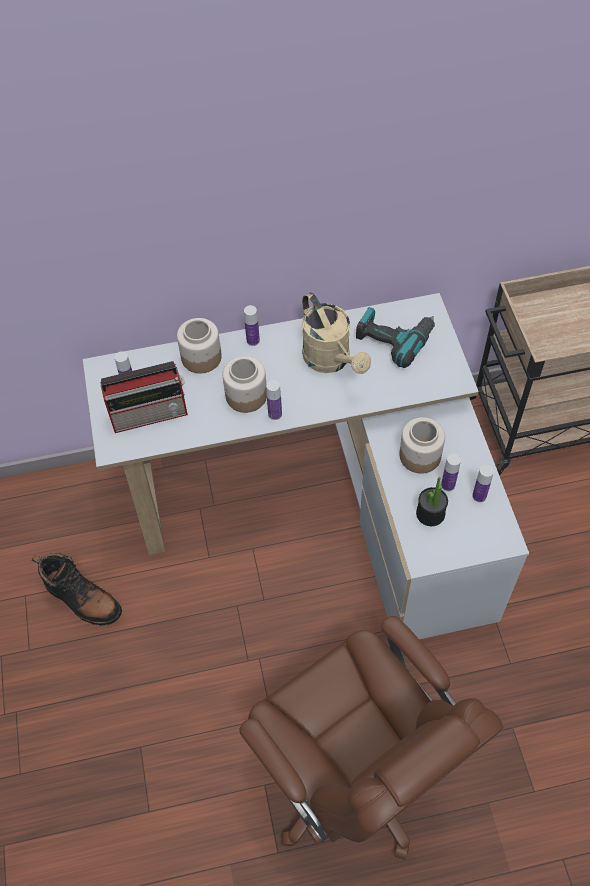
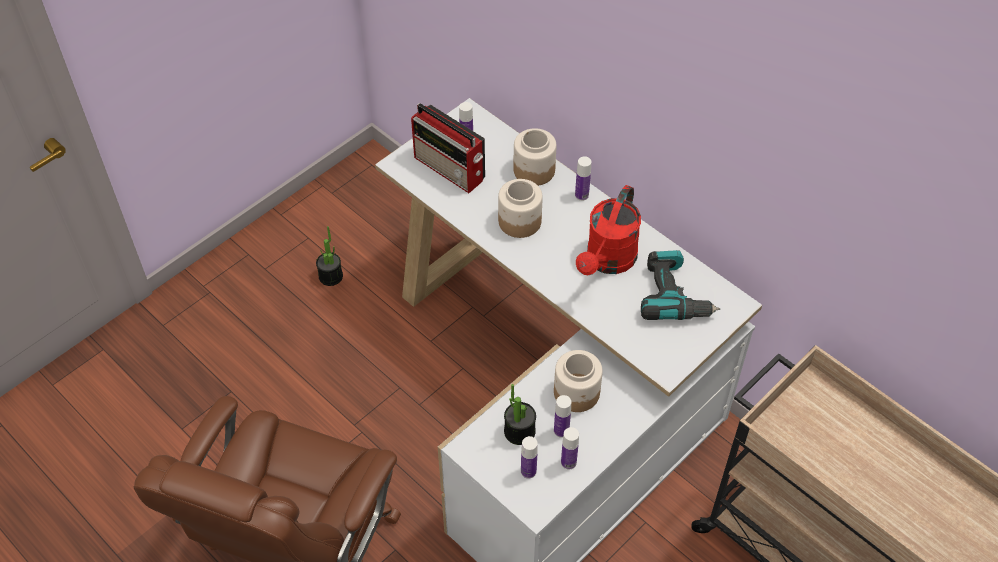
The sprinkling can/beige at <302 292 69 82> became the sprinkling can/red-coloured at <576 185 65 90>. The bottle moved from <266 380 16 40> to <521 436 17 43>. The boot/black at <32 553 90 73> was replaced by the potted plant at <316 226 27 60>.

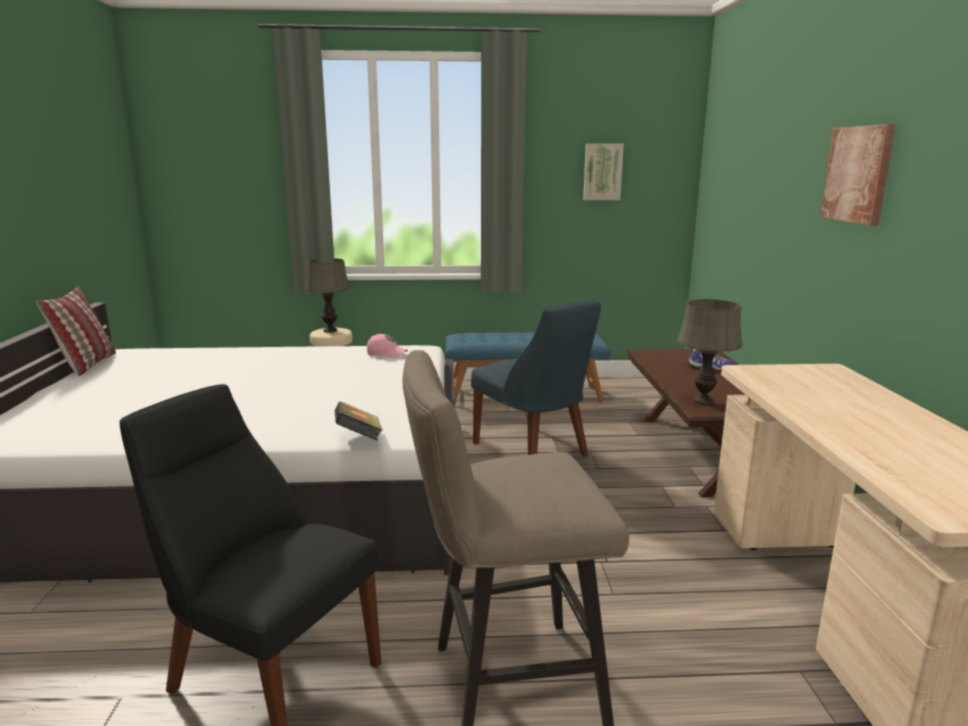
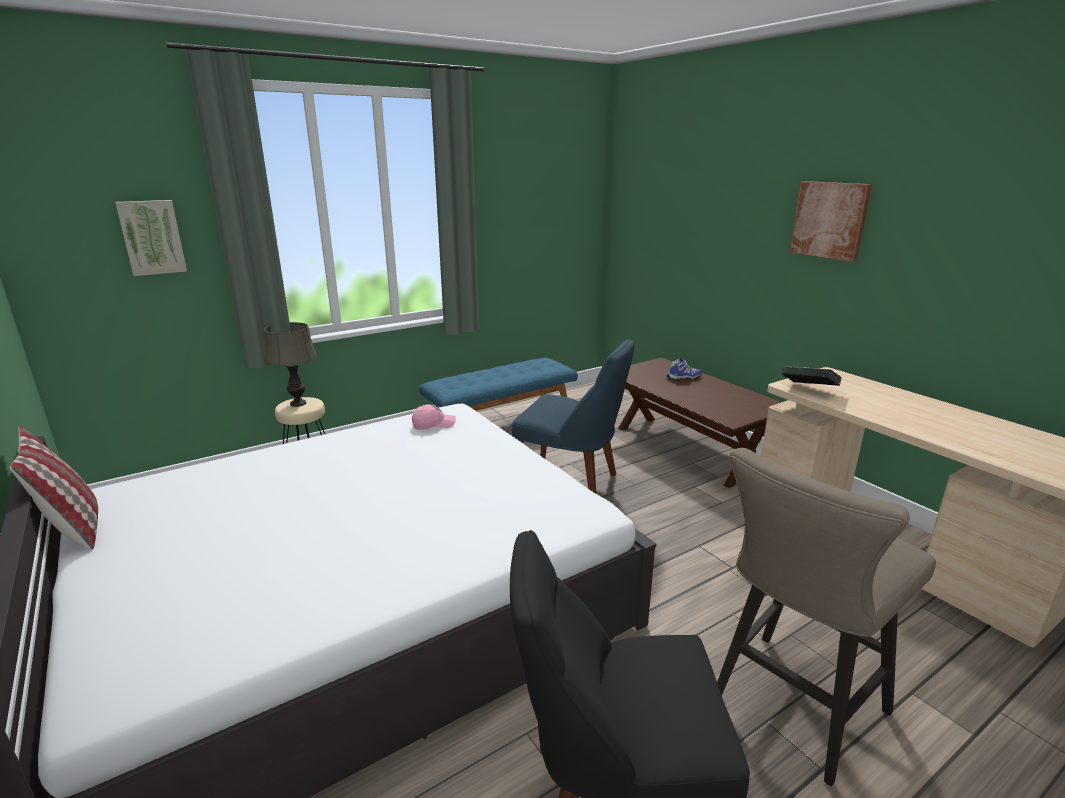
The wall art moved from <583 143 41 57> to <115 200 72 76>. The table lamp/grey at <677 299 66 106> disappeared. The book moved from <335 402 48 38> to <781 366 61 20>.

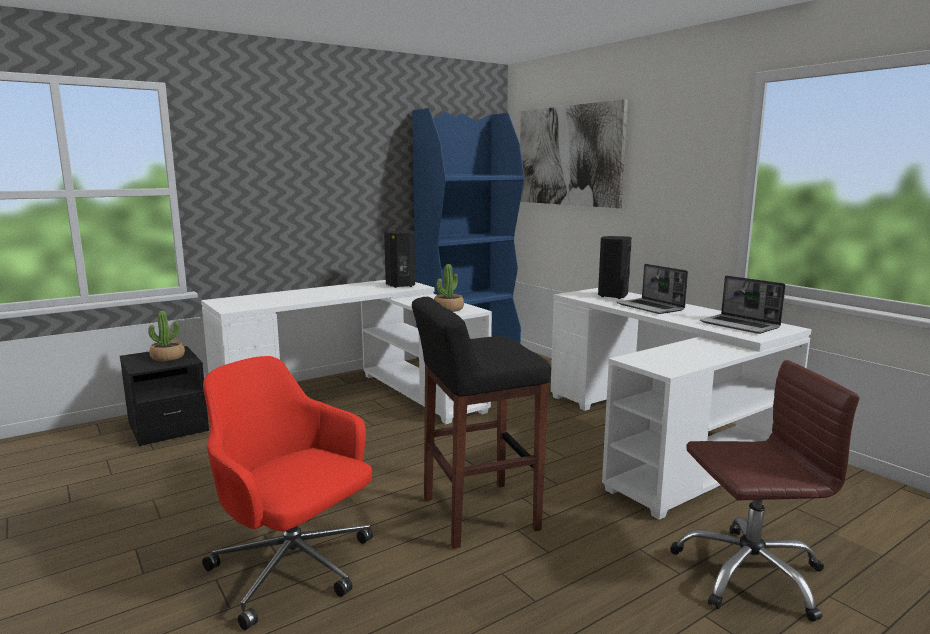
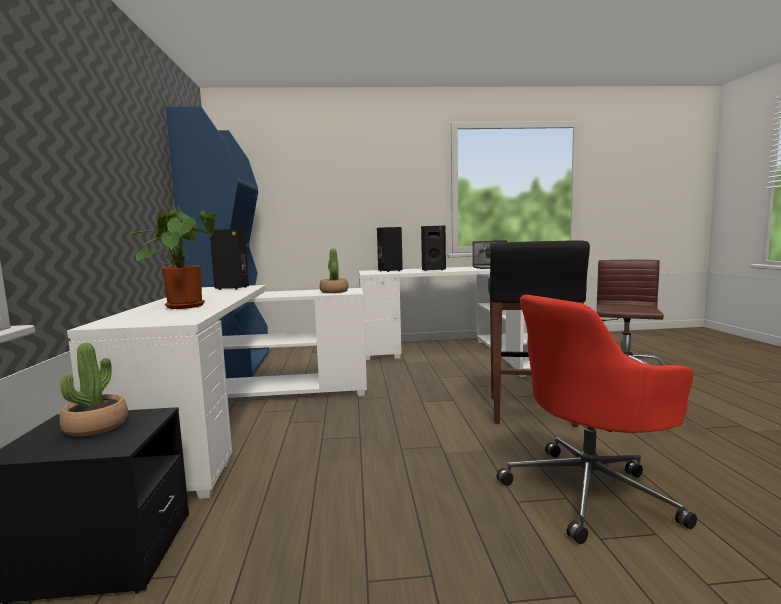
The wall art at <520 99 108 109> disappeared. The notebook computer at <616 264 72 50> was replaced by the audio speaker/black at <421 226 25 45>. The potted plant at <128 206 88 103> appeared.

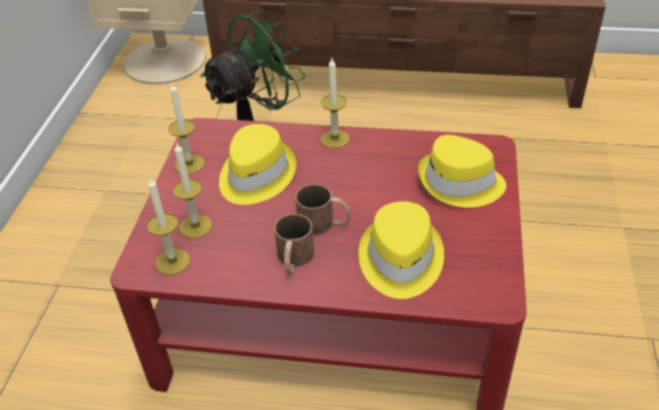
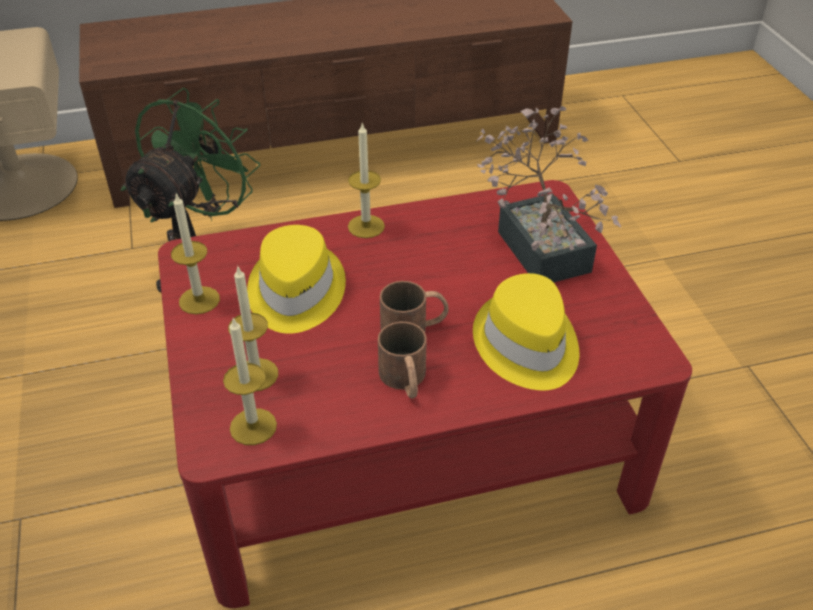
The wearable hat/yellow at <418 135 88 73> was replaced by the potted plant at <477 106 144 176>.

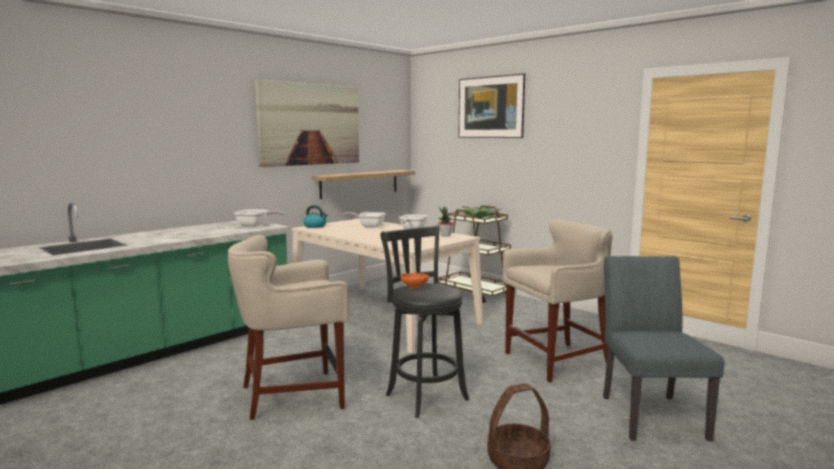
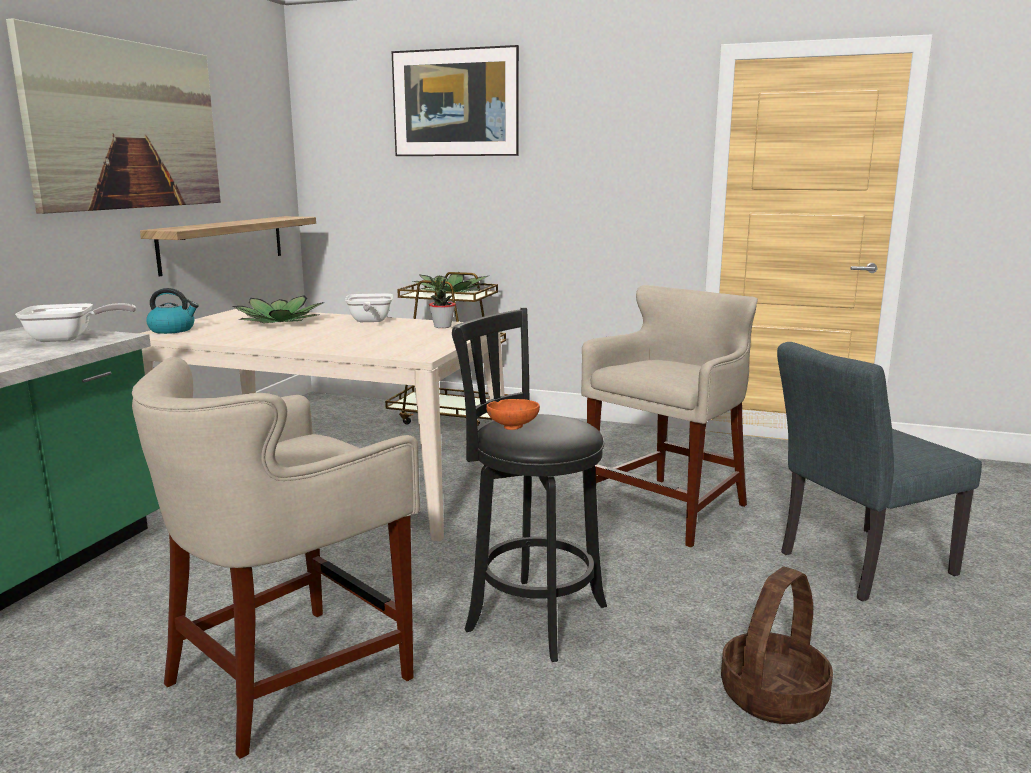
The frying pan at <342 212 44 16> was replaced by the potted plant at <233 295 92 28>. The upright chair/grey at <603 256 121 185> turned 90 degrees counterclockwise.

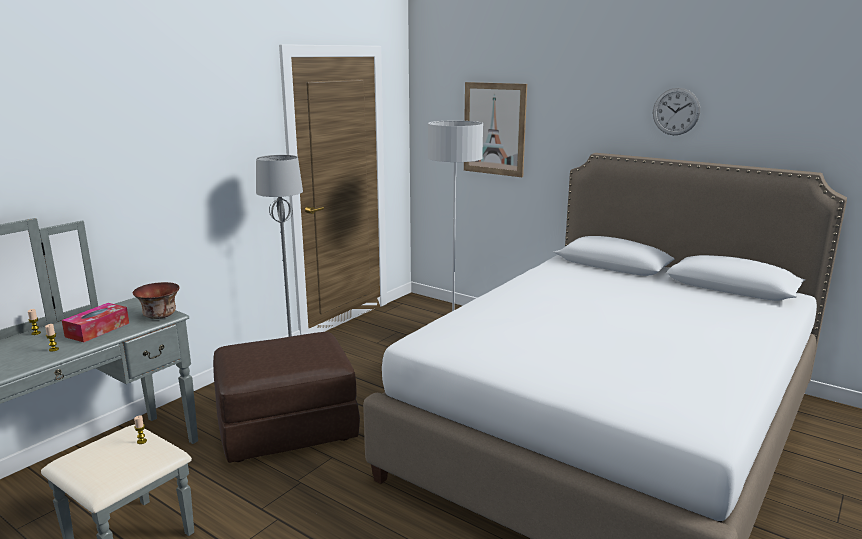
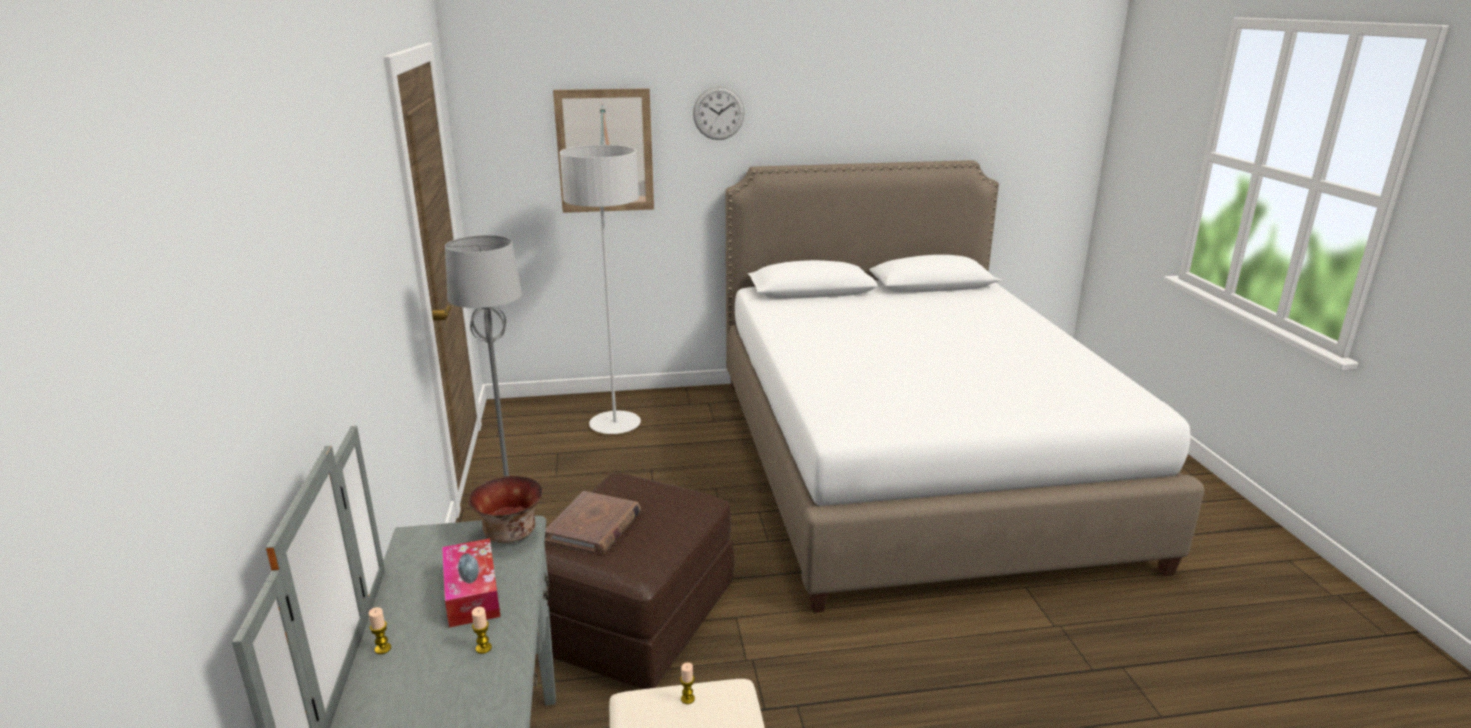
The wall clock moved from <653 88 47 47> to <693 86 52 54>. The book/brown-coloured at <545 491 96 64> appeared.

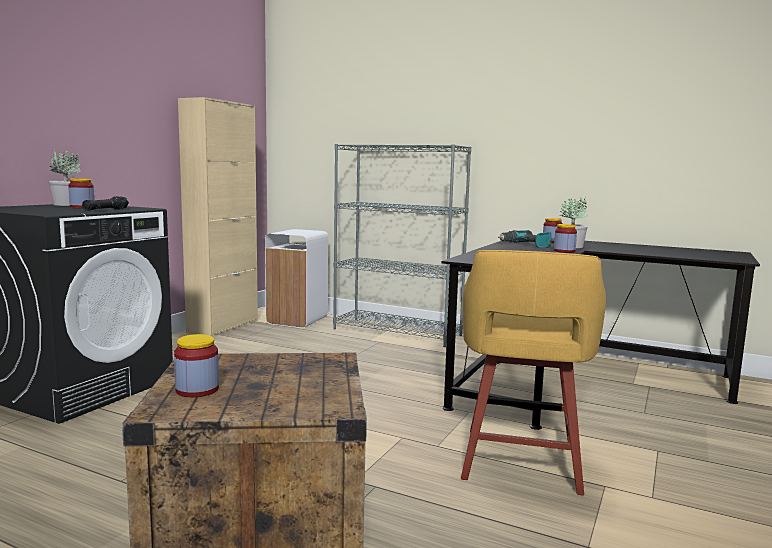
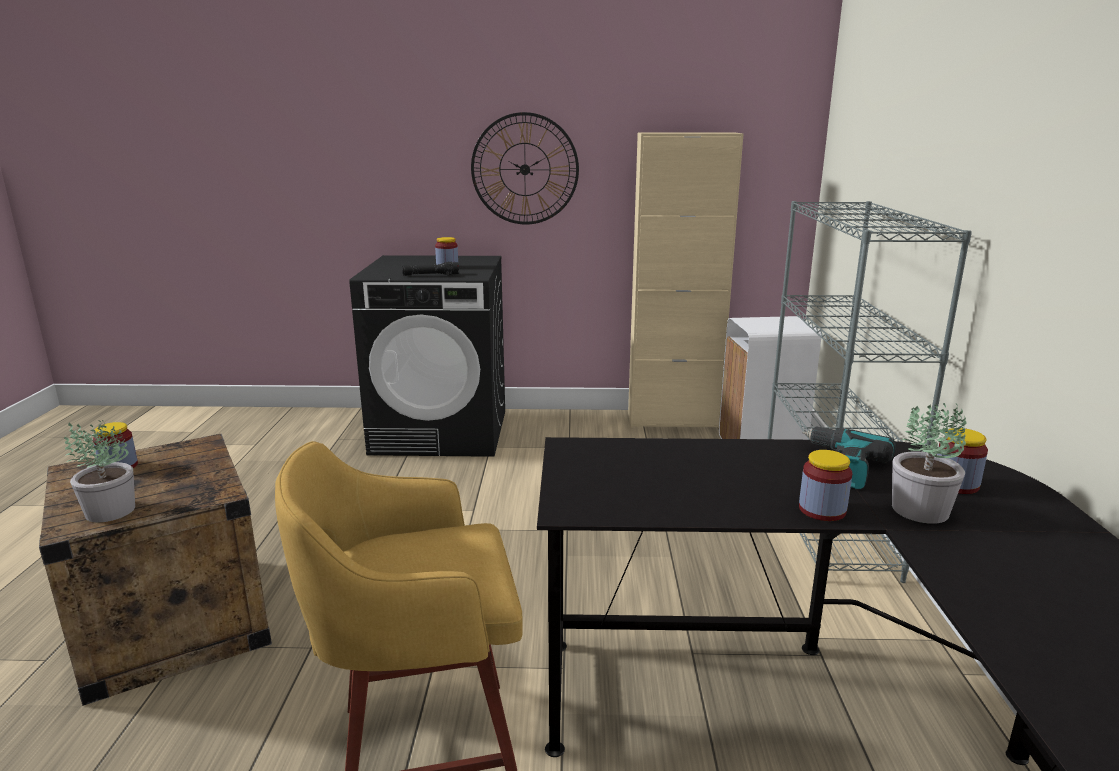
The potted plant moved from <49 150 31 56> to <64 420 71 102>. The wall clock at <471 112 108 113> appeared.

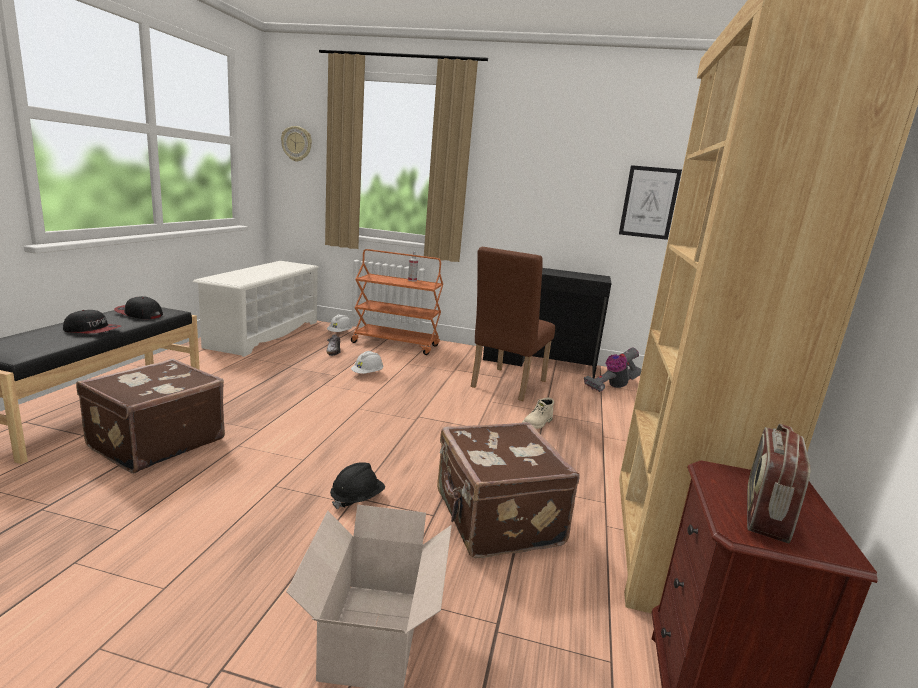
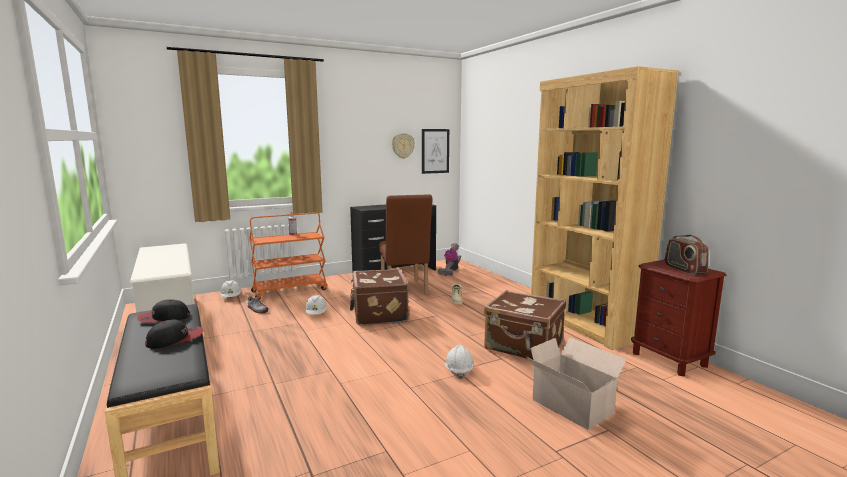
The wall clock moved from <281 126 31 36> to <392 133 23 26>. The suitcase/brown-coloured moved from <76 359 149 114> to <350 269 59 57>. The hard hat/black at <330 462 55 47> became the hard hat/white at <445 345 29 34>.

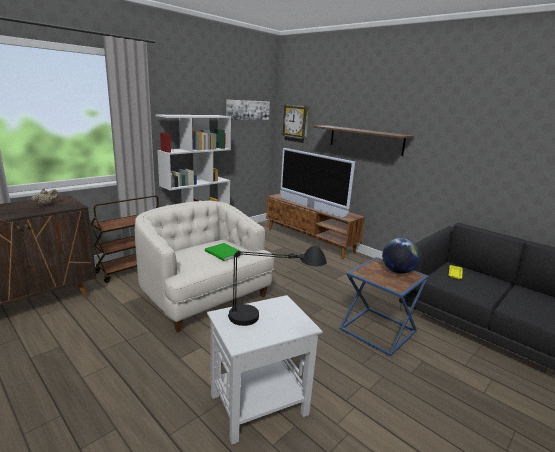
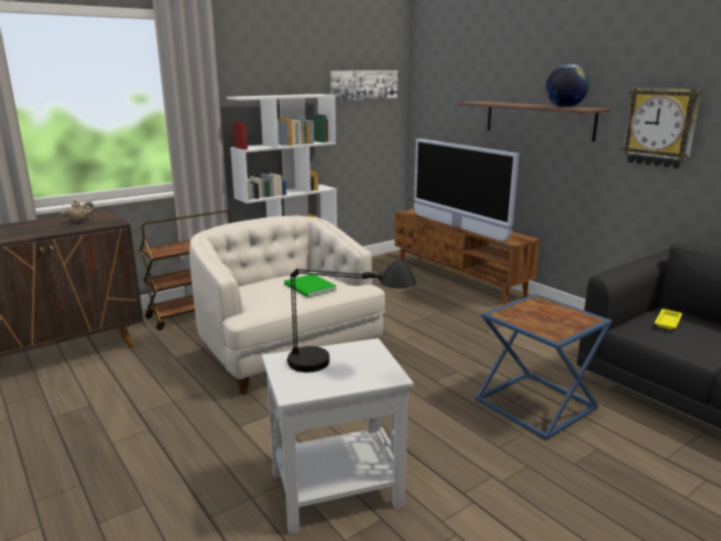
The wall clock moved from <282 104 27 39> to <621 88 81 81>. The globe moved from <382 238 38 36> to <546 64 44 43>.

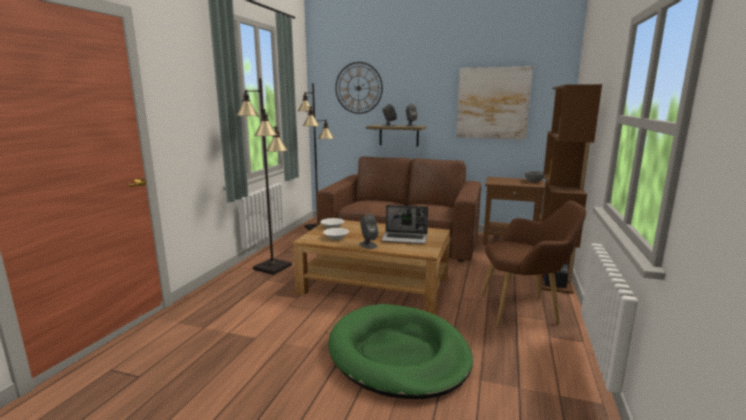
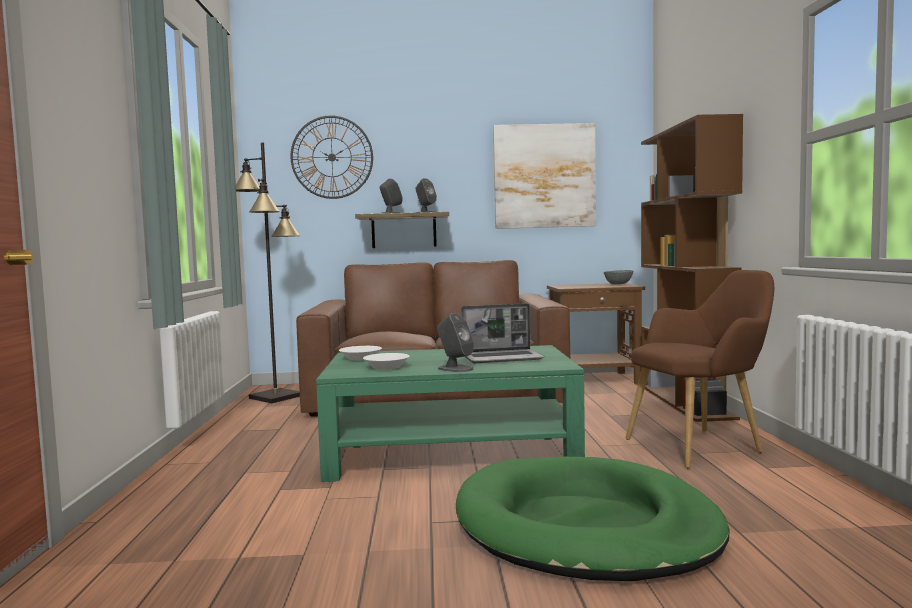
The standing lamp/black at <236 78 56 197> disappeared. The coffee table/brown-coloured at <293 220 157 95> became the coffee table/green at <316 345 269 137>.

